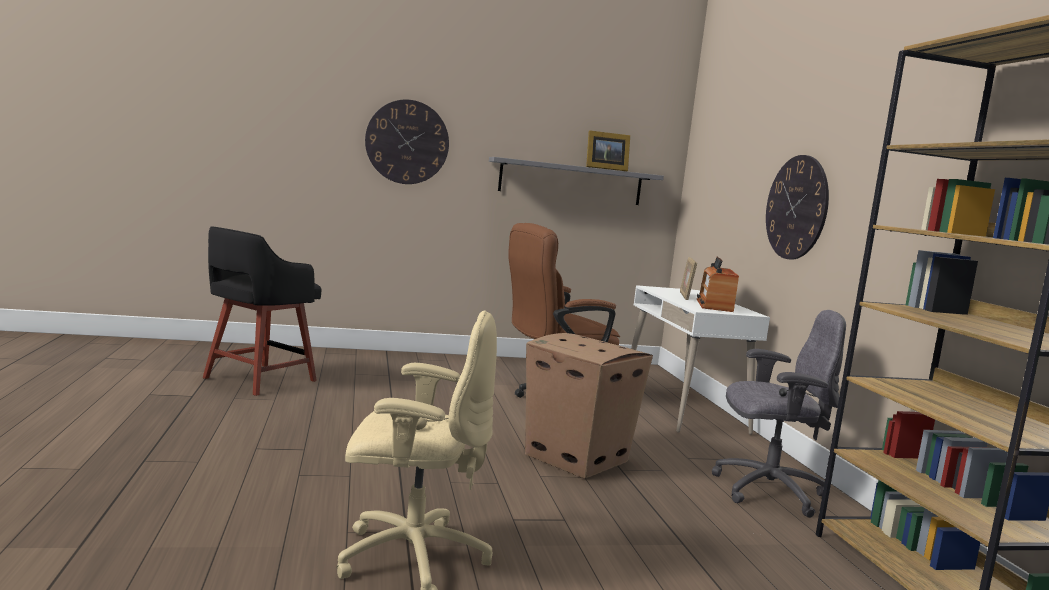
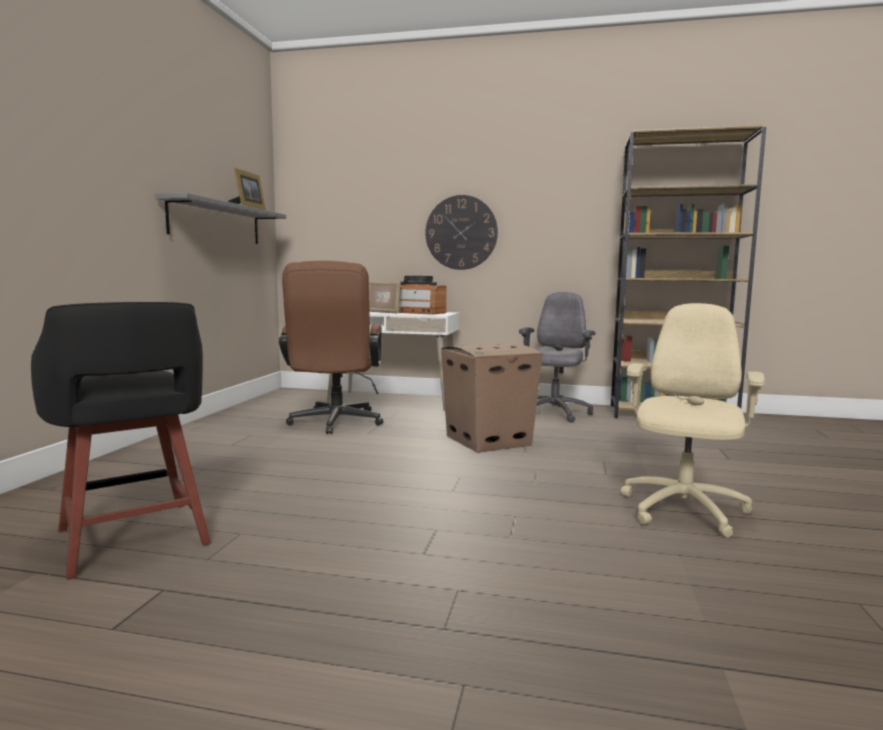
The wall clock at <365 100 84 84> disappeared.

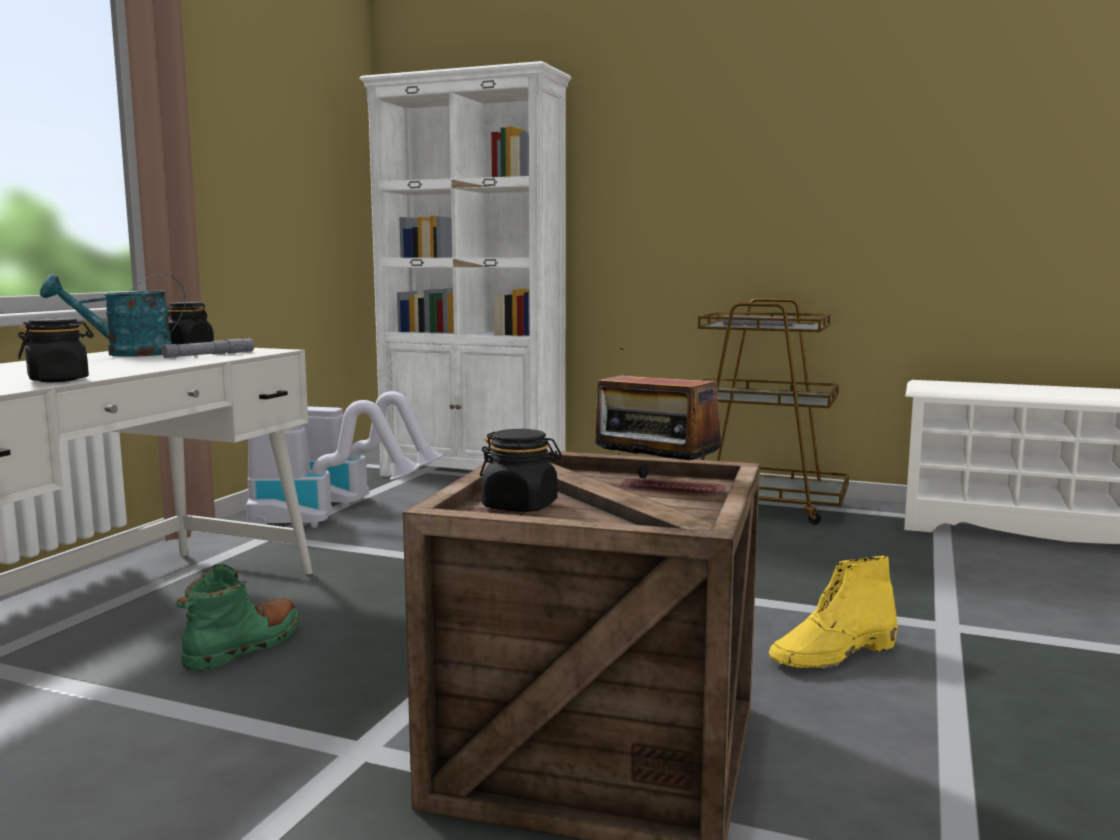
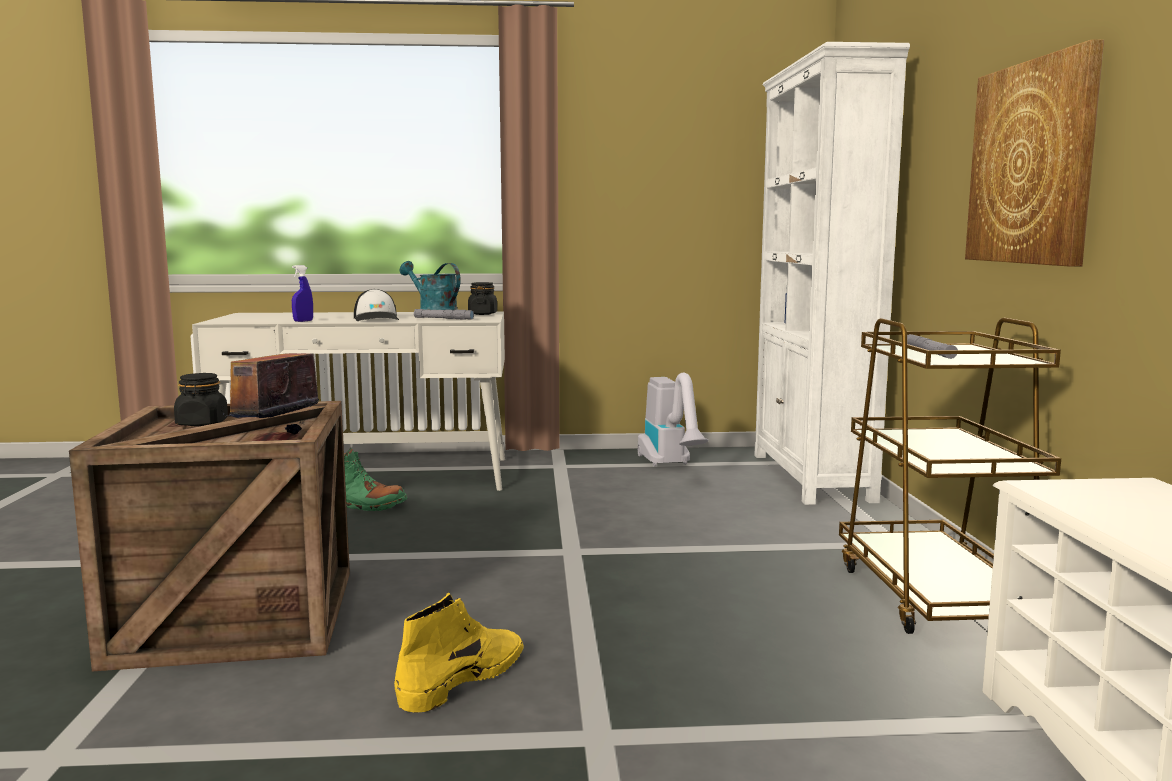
The jar/black at <18 318 76 64> was replaced by the hand sprayer/blue-coloured at <292 265 21 57>. The vacuum cleaner at <246 400 174 128> disappeared. The boot/yellow at <769 556 129 112> turned 90 degrees clockwise. The wall art at <965 39 139 228> appeared. The baseball cap at <354 289 45 32> appeared.

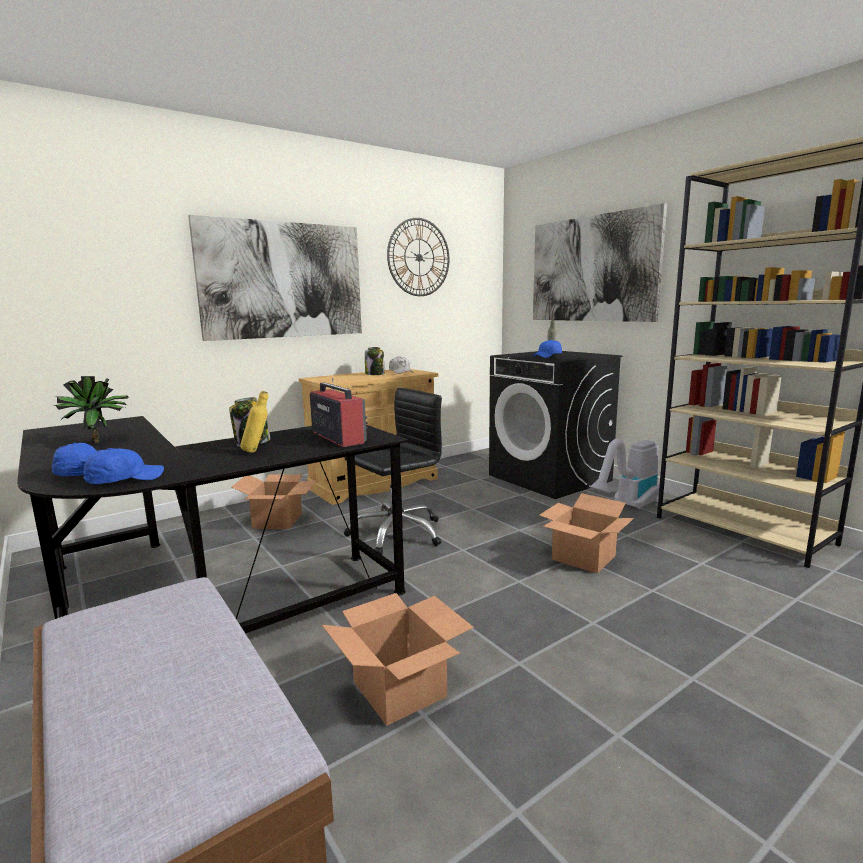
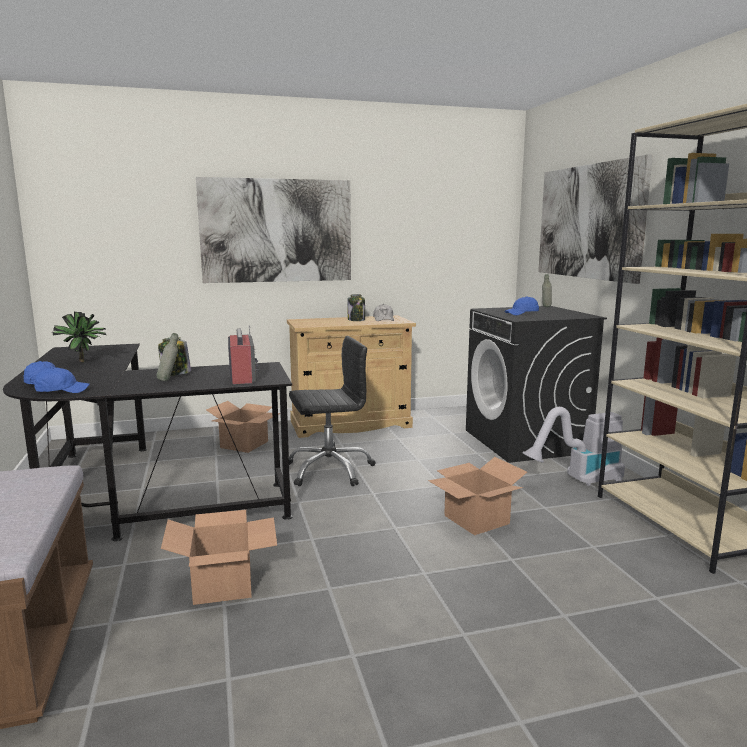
The wall clock at <387 218 62 78> disappeared. The bottle/yellow at <240 391 28 62> became the bottle/grey at <156 333 22 48>.

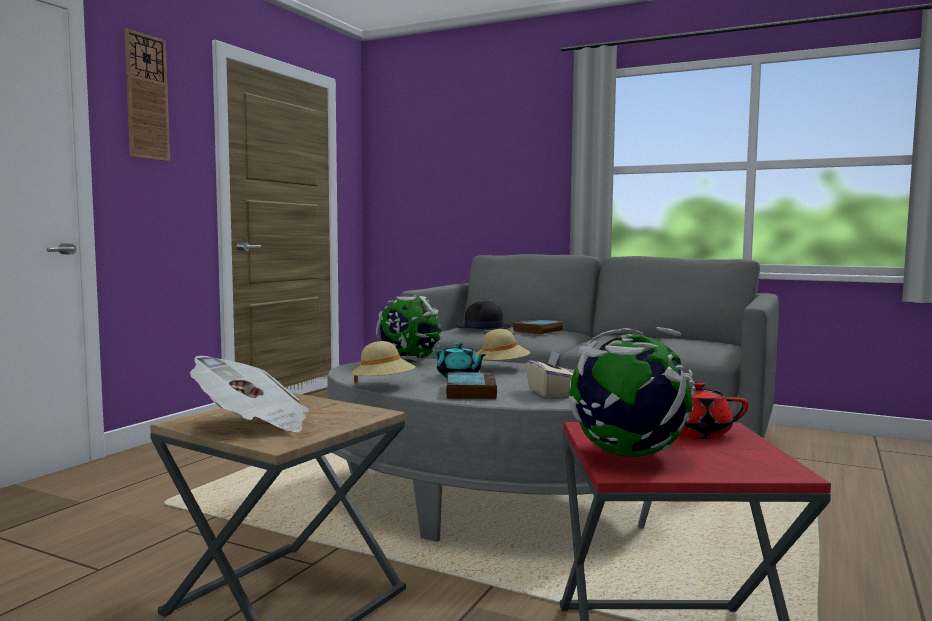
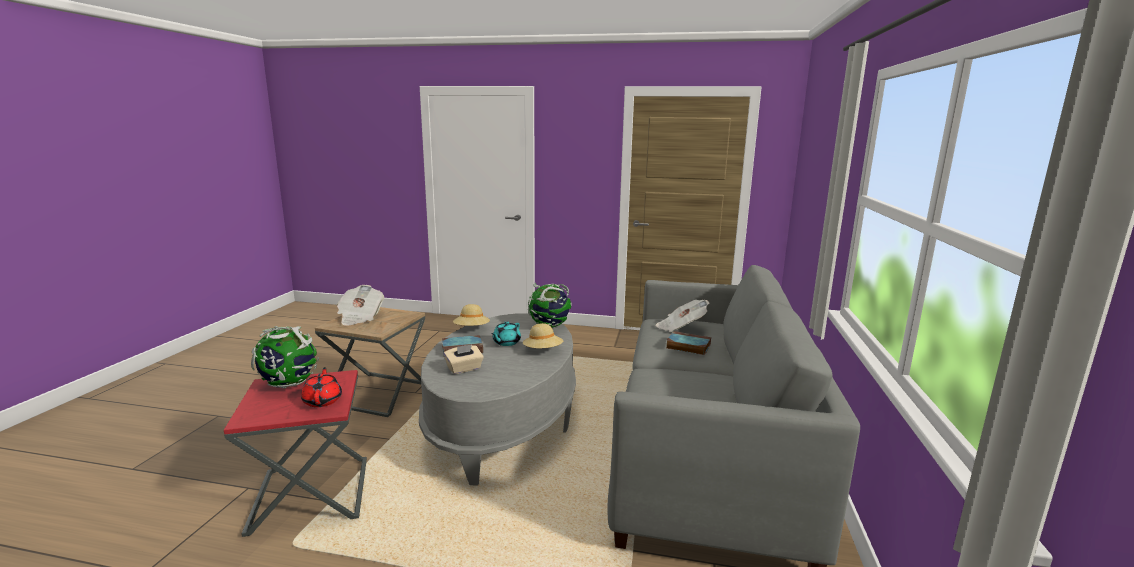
The wall clock at <124 29 46 132> disappeared. The wearable hat/black at <457 301 54 29> was replaced by the newspaper at <656 300 54 32>.

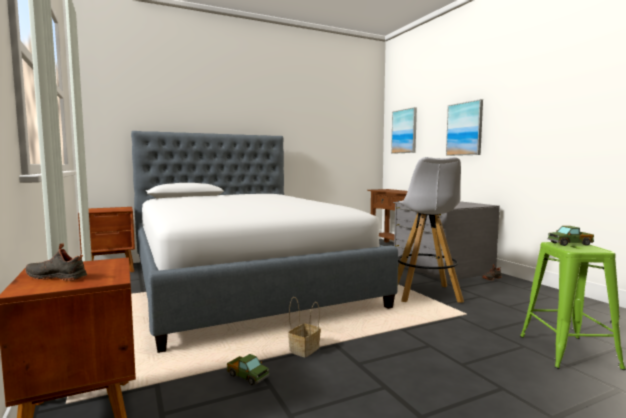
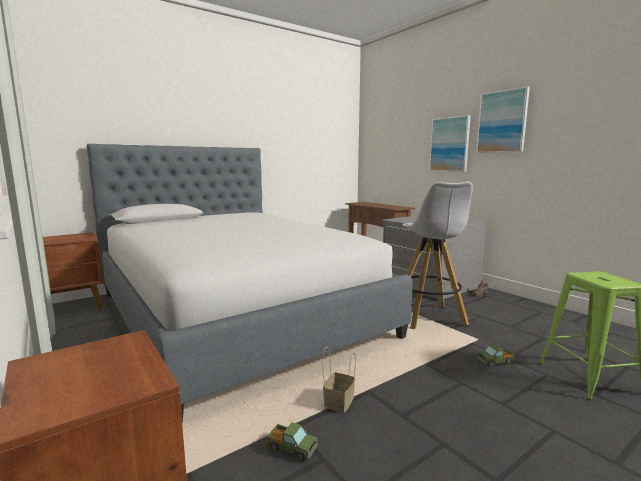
The wall art moved from <391 107 26 47> to <476 86 54 67>. The toy truck moved from <548 226 46 20> to <477 344 38 23>. The low shoe/black at <25 243 62 38> disappeared.

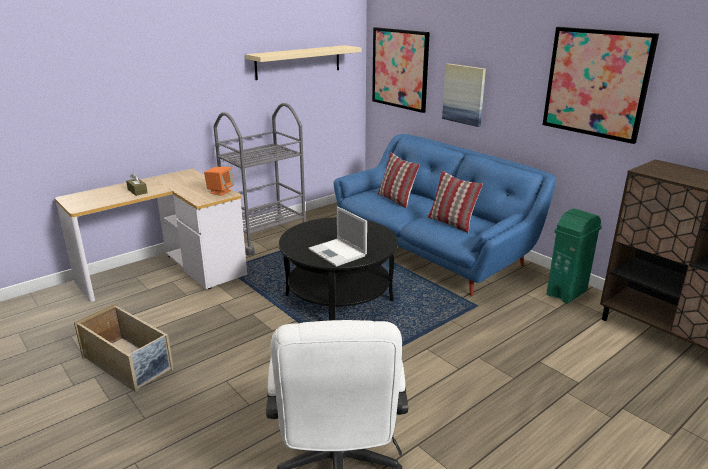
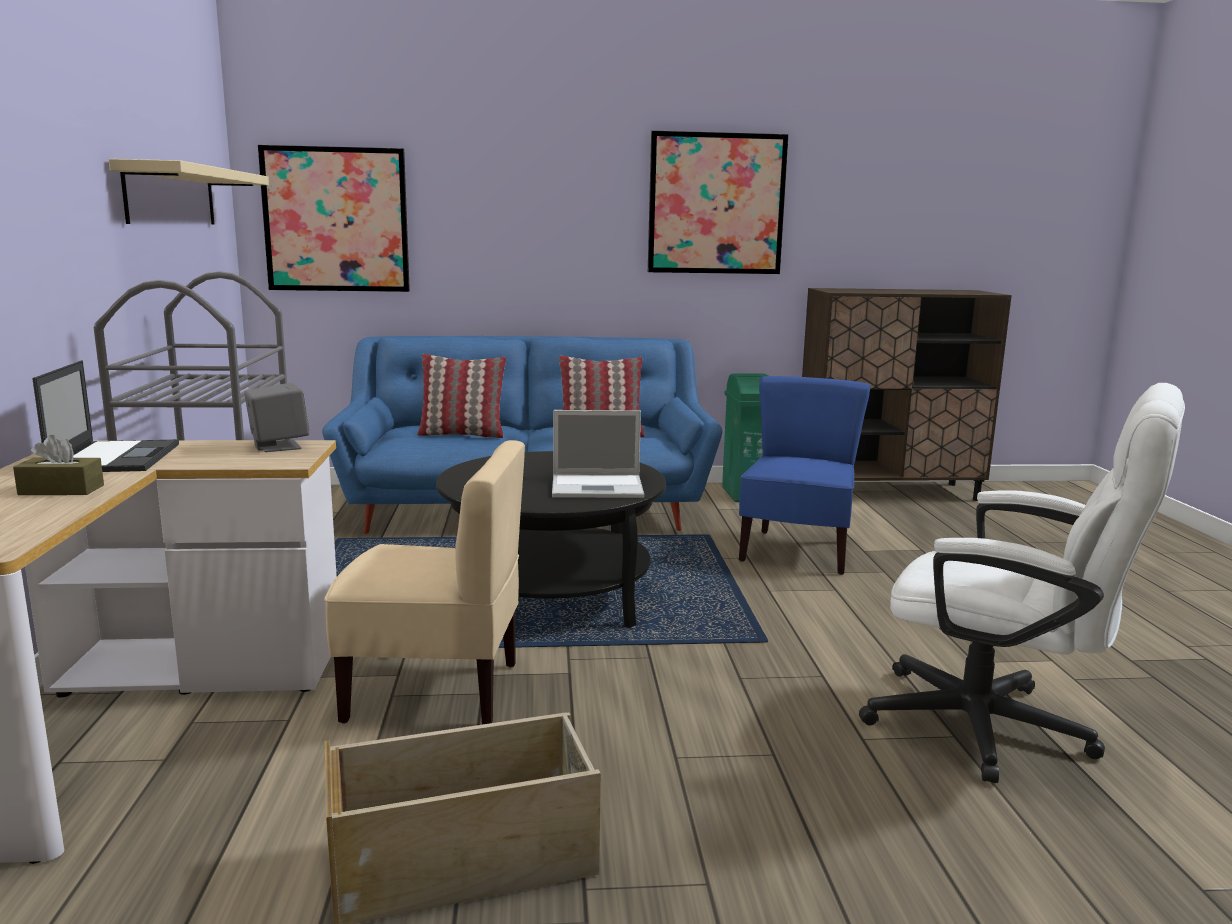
The wall art at <442 63 44 64> disappeared. The audio speaker/orange at <204 167 30 29> became the audio speaker/grey at <244 383 66 69>. The notebook computer at <32 360 147 112> appeared. The upright chair/blue-coloured at <739 376 132 199> appeared. The upright chair/beige at <324 440 201 285> appeared.

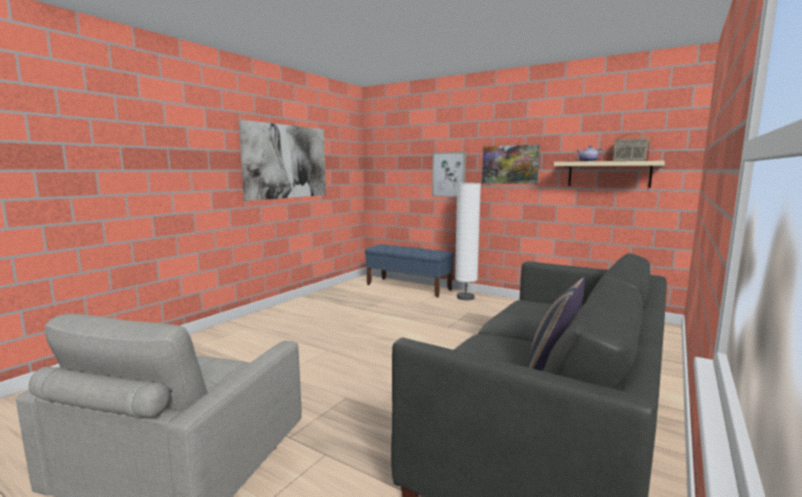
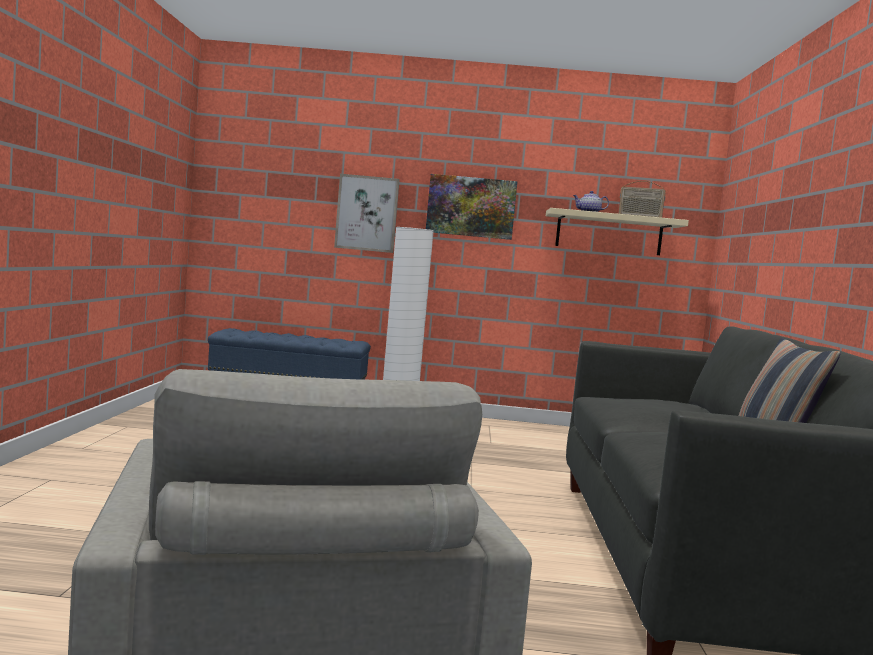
The wall art at <239 120 87 81> disappeared.

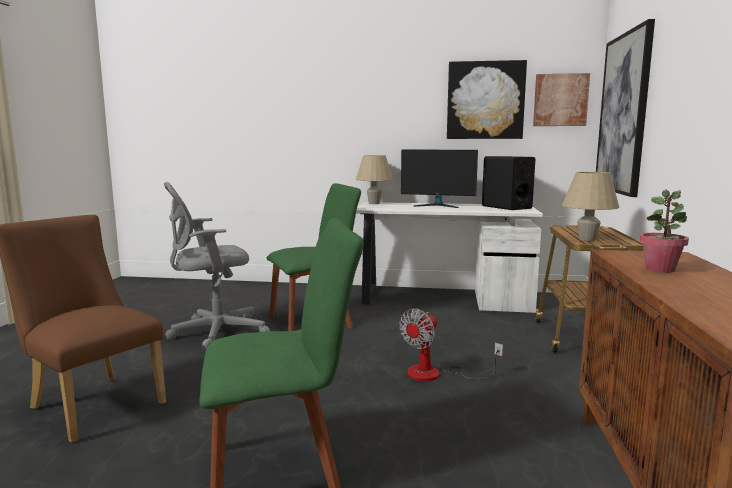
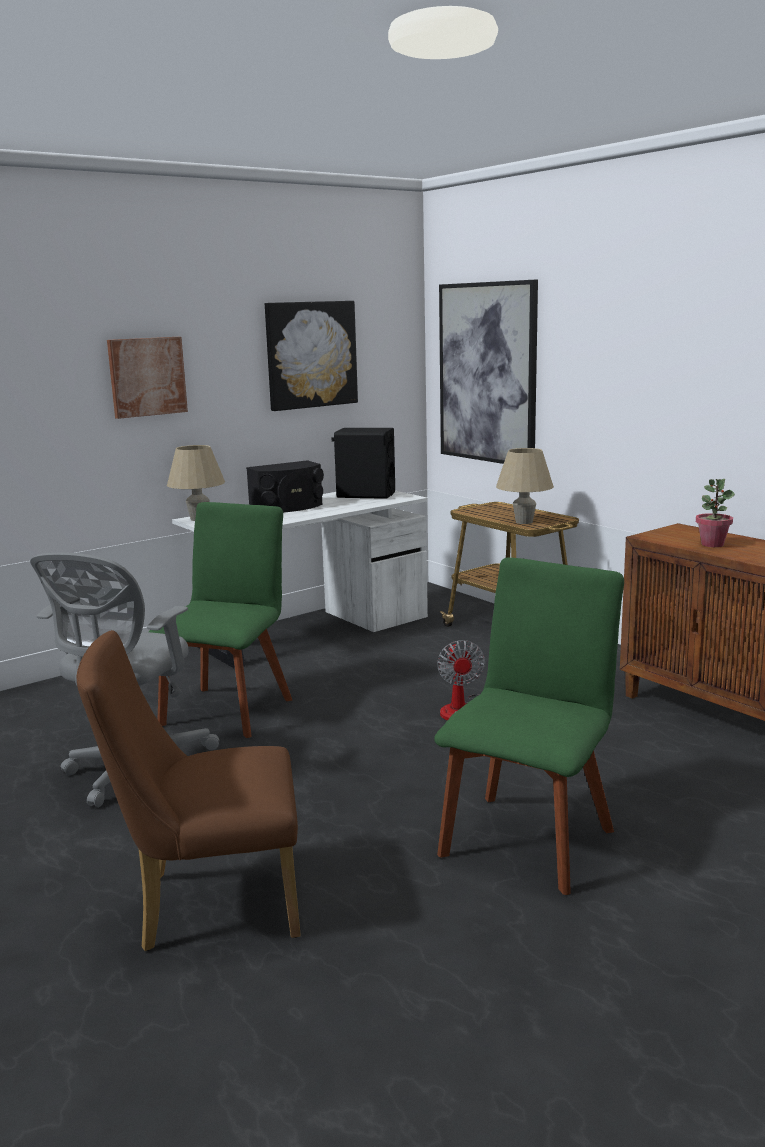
The wall art moved from <533 73 57 53> to <107 337 81 82>. The computer display at <401 149 77 59> was replaced by the audio speaker/black at <246 460 78 52>.

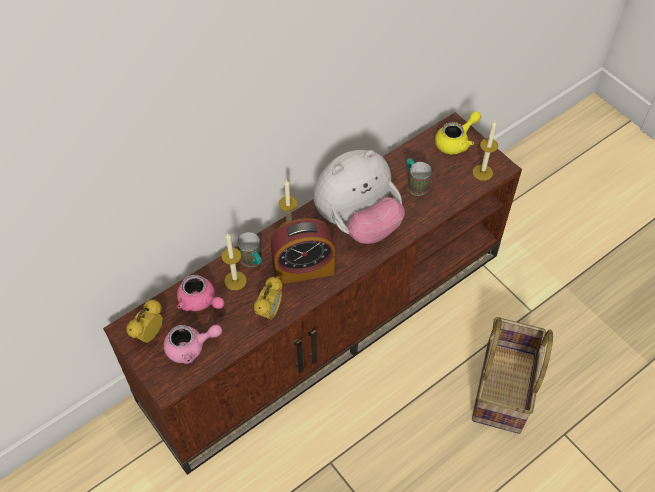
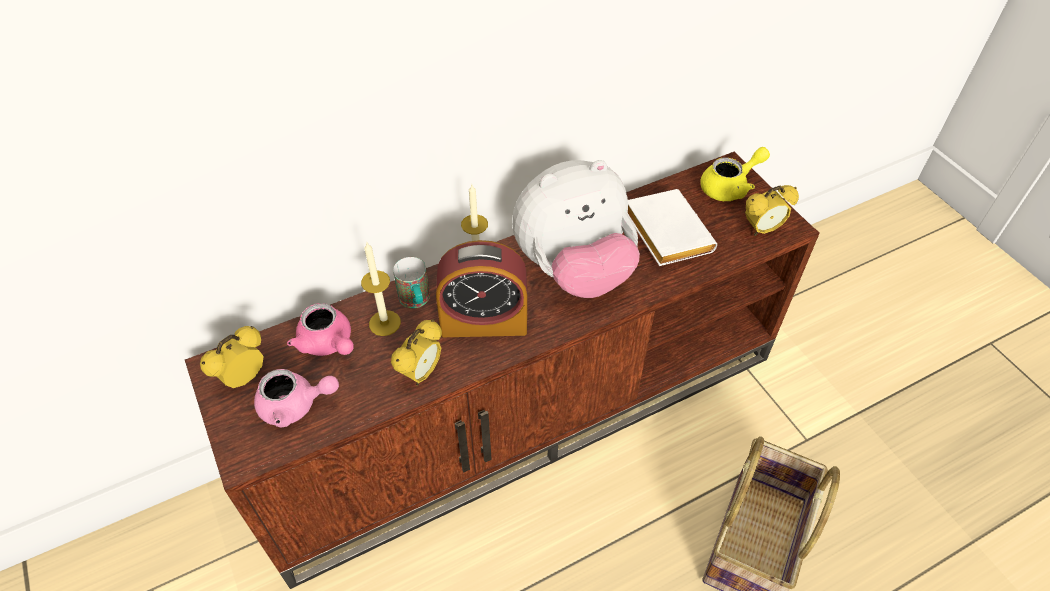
The candle at <473 121 25 60> was replaced by the bedside clock at <745 185 54 51>. The mug at <407 158 25 38> was replaced by the book/white at <627 189 90 77>.

